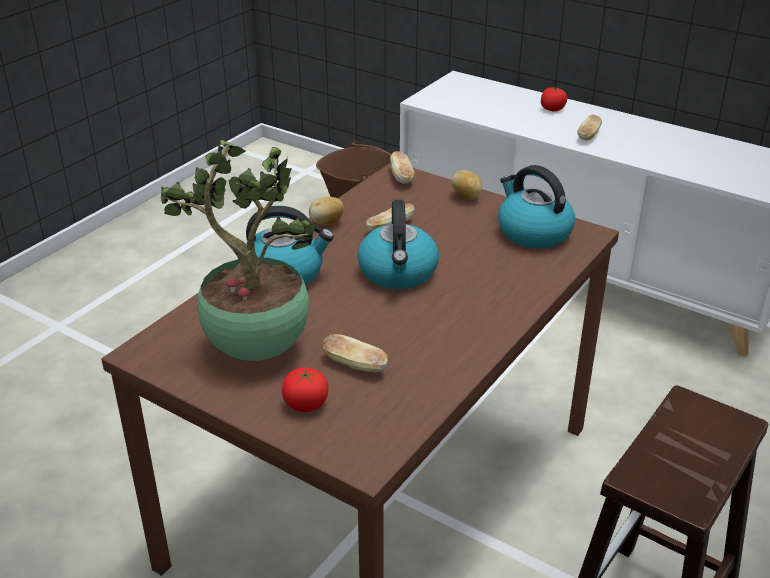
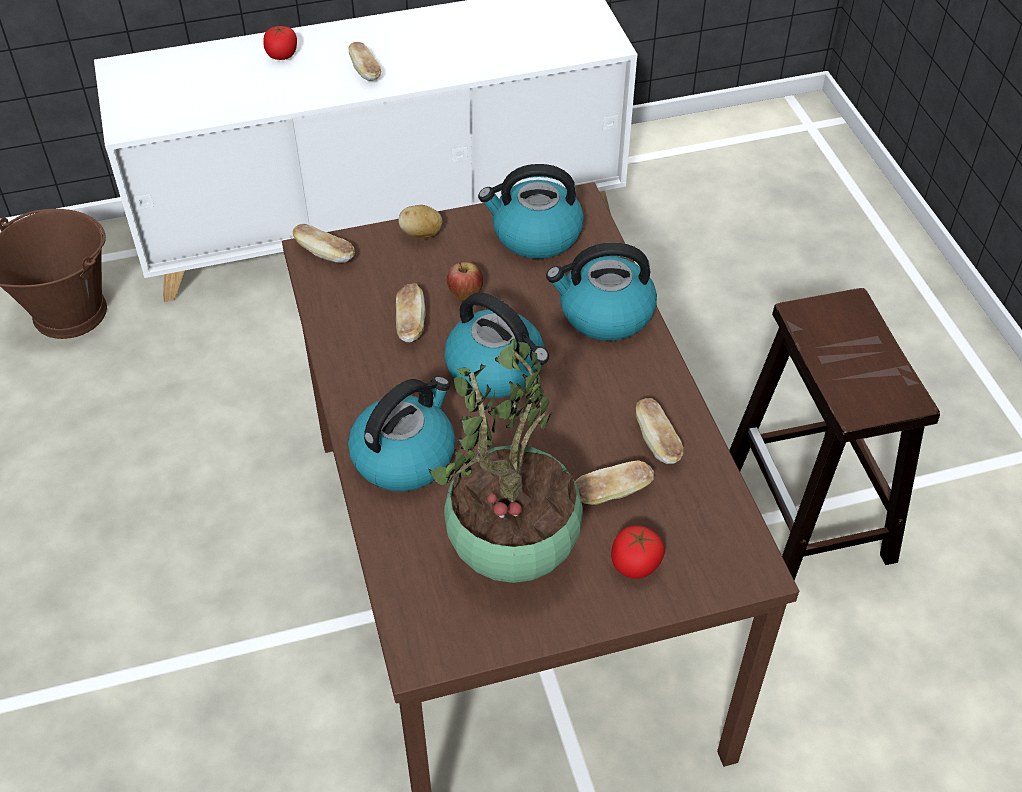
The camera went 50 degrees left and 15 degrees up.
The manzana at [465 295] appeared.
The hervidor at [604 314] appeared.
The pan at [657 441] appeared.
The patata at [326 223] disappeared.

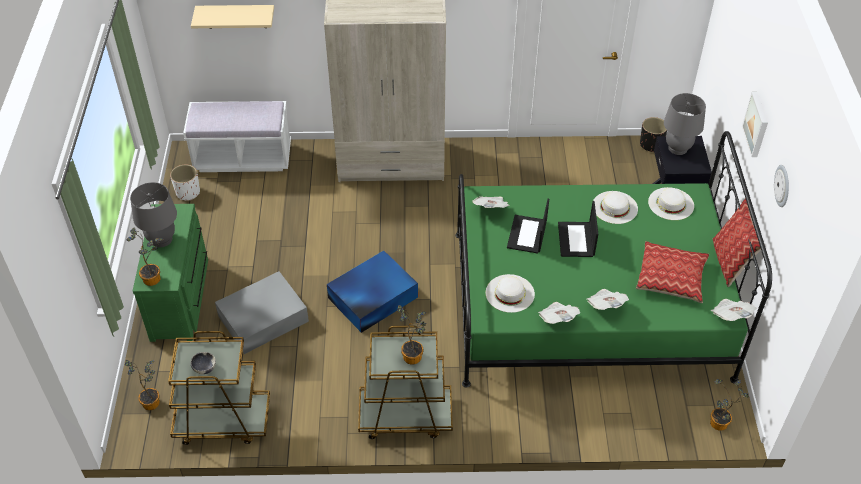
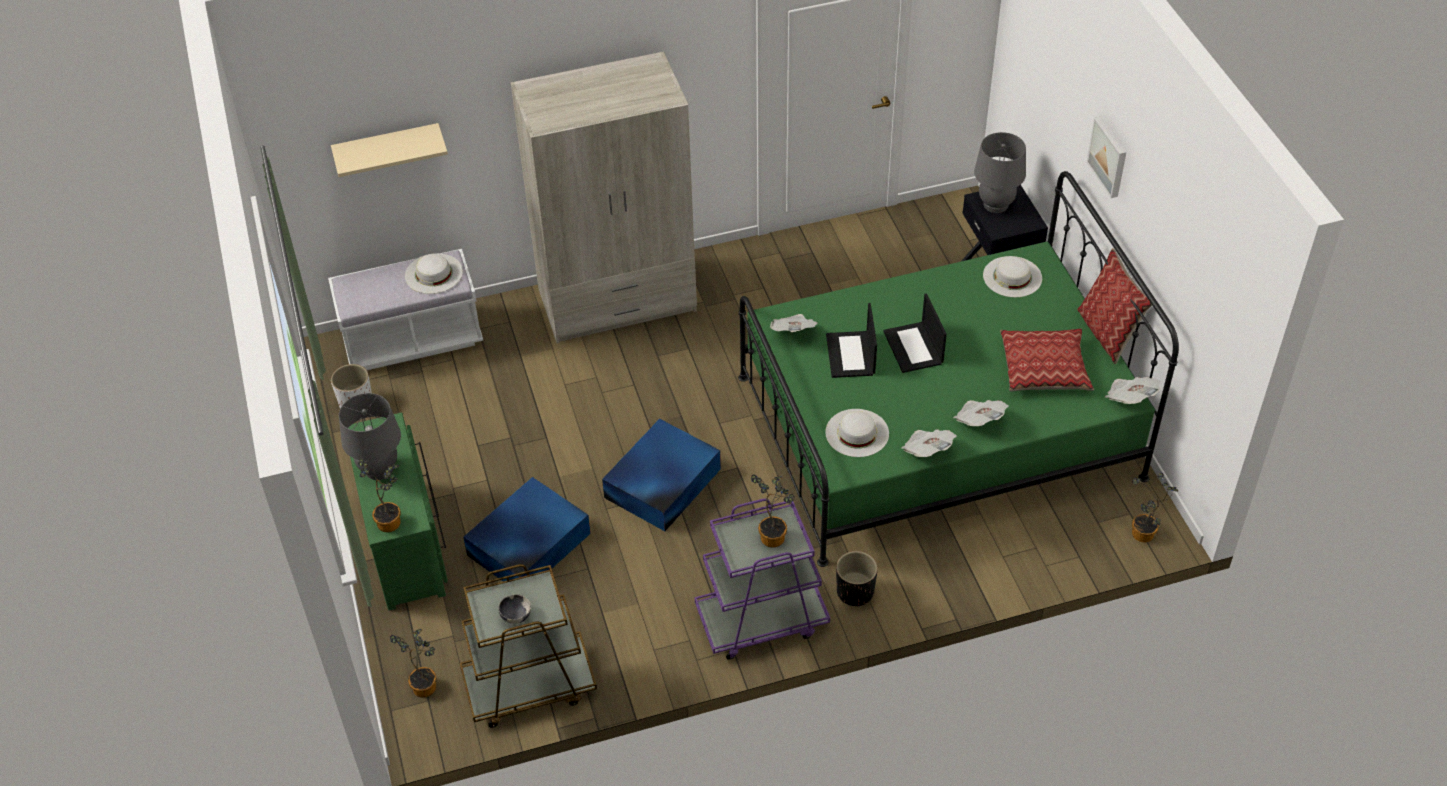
The camera went 15 degrees left and 0 degrees up.
The sombrero (blanco) moved from [614 207] to [433 273].
The caja de almacenaje (gris) at [262 318] became the caja de almacenaje (azul) at [527 545].
The carrito (marrón) at [405 415] became the carrito (morado) at [761 620].
The maceta (negro) moved from [651 144] to [855 592].
The reloj de pared at [782 186] disappeared.

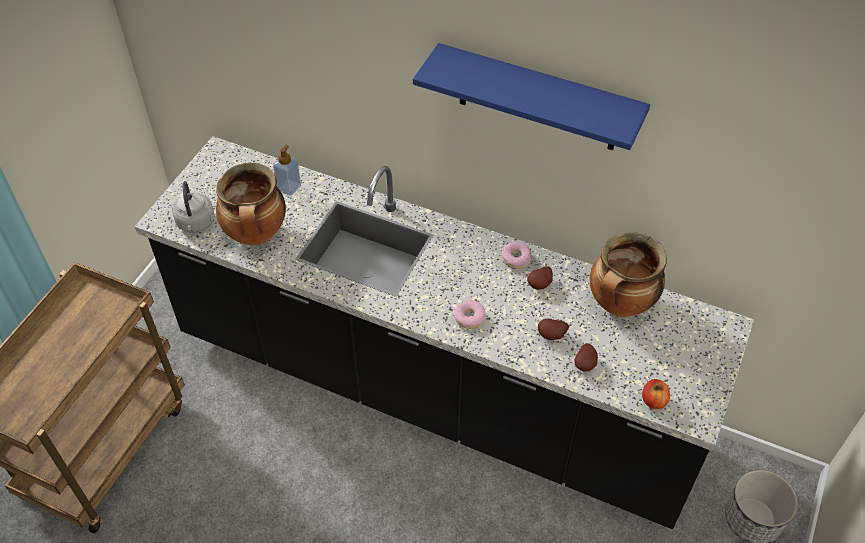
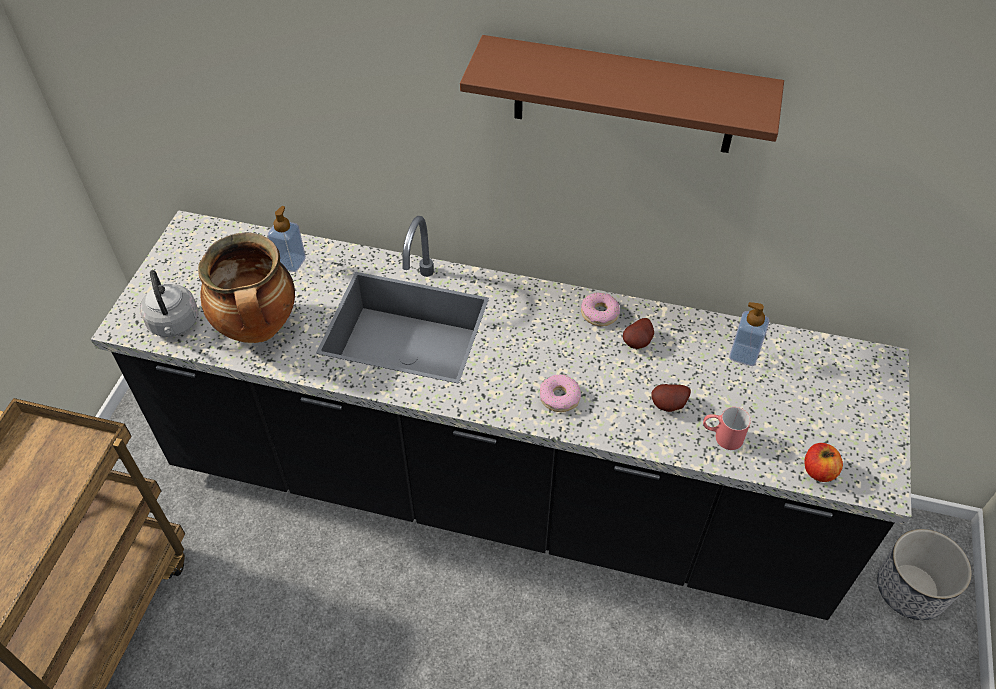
The camera went 10 degrees left and 0 degrees up.
The estante (azul) at [538 99] became the estante (marrón) at [624 96].
The patata at [585 364] was replaced by the taza grande (rojo) at [721 436].
The olla at [620 305] was replaced by the dispensador de jabón at [743 354].

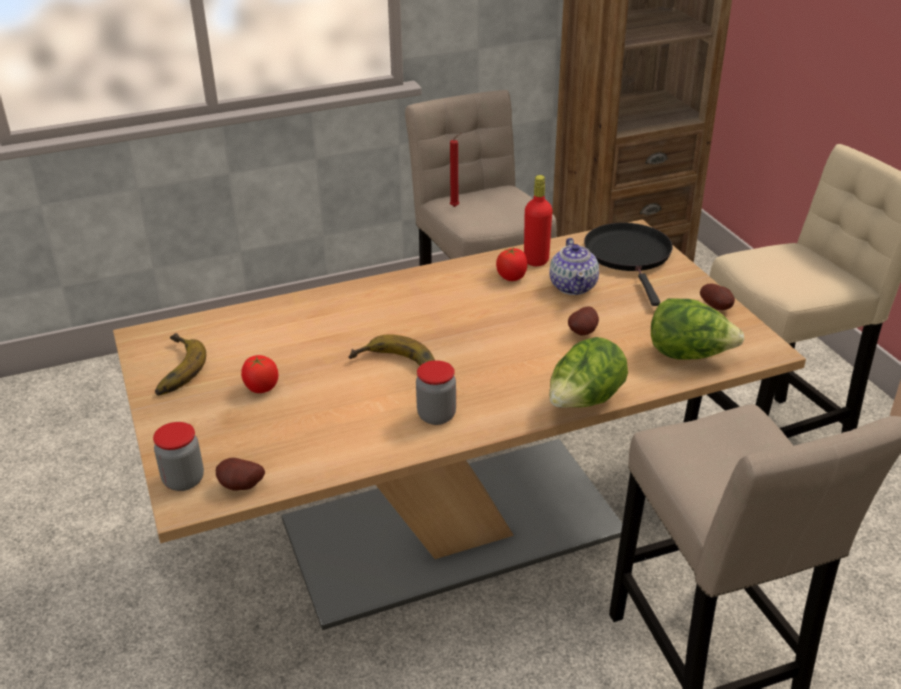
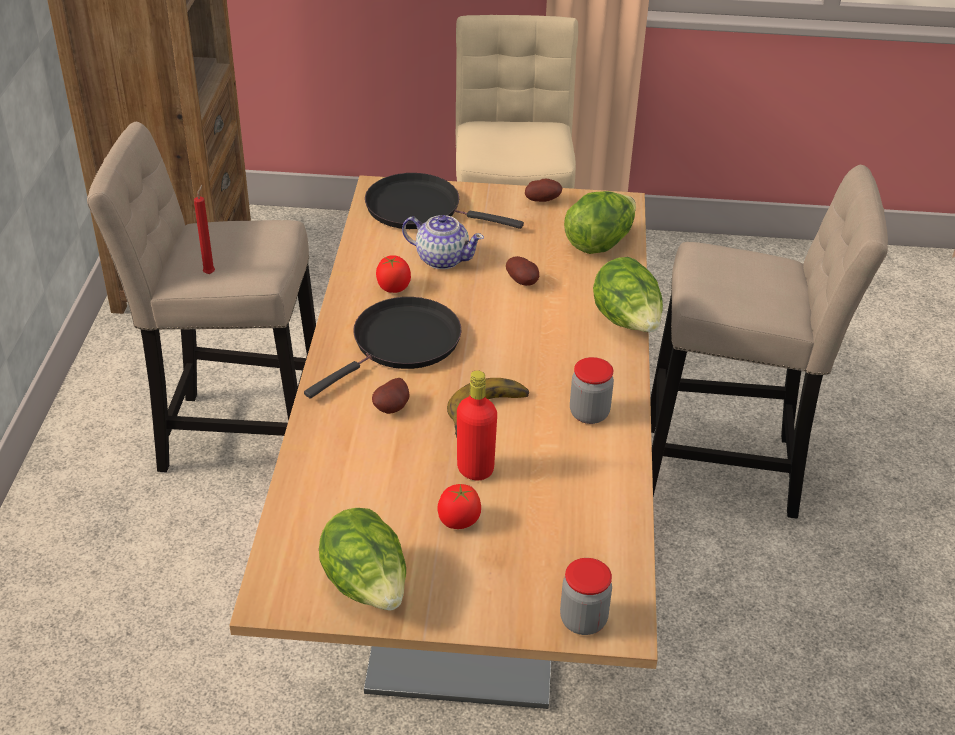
The camera went 65 degrees left and 5 degrees up.
The sartén (negro) at [401 344] appeared.
The plátano at [172 369] was replaced by the lechuga at [367 586].
The patata moved from [241 487] to [393 408].
The botella (rojo) moved from [536 260] to [475 469].

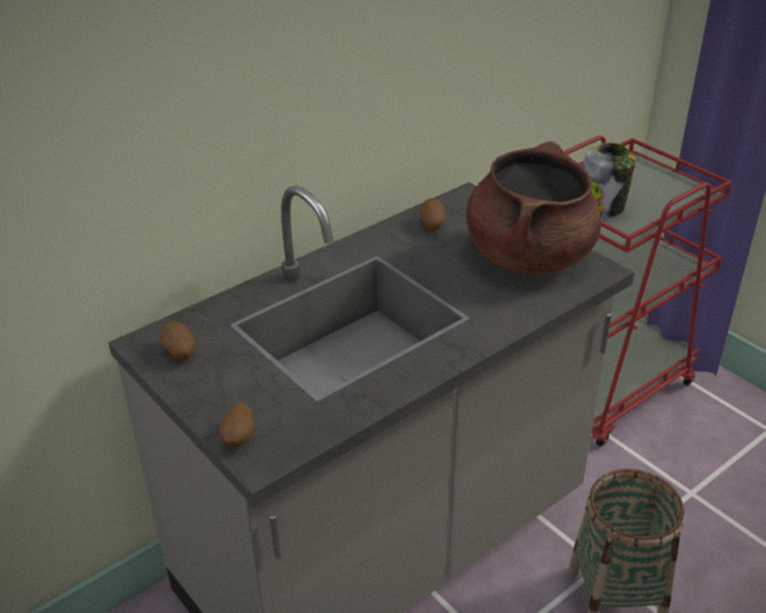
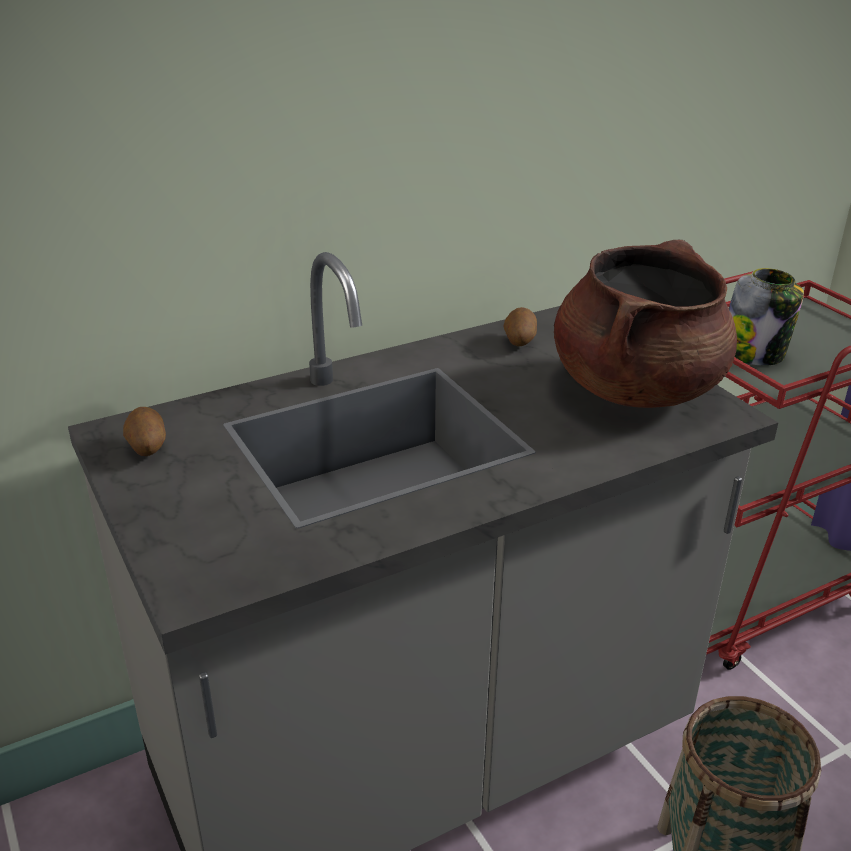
The camera went 10 degrees right and 5 degrees down.
The patata at [239 438] disappeared.

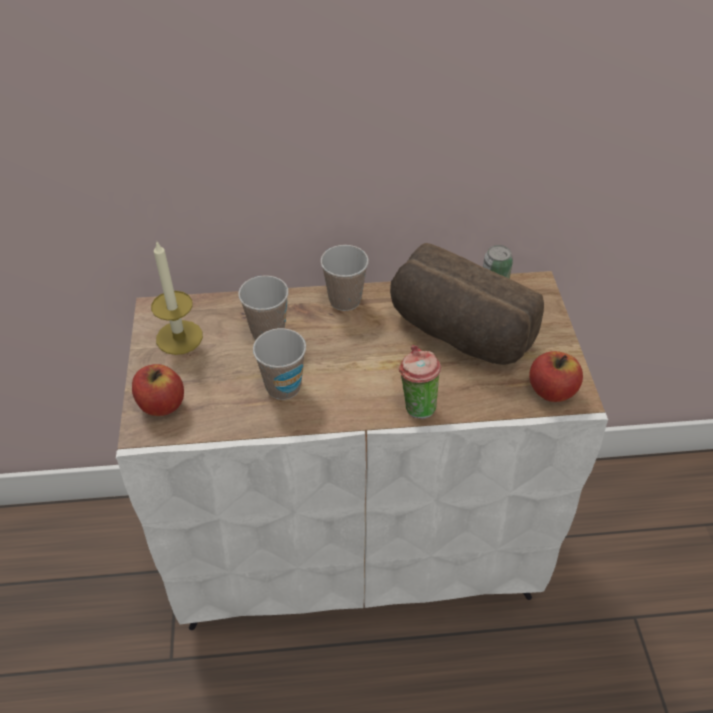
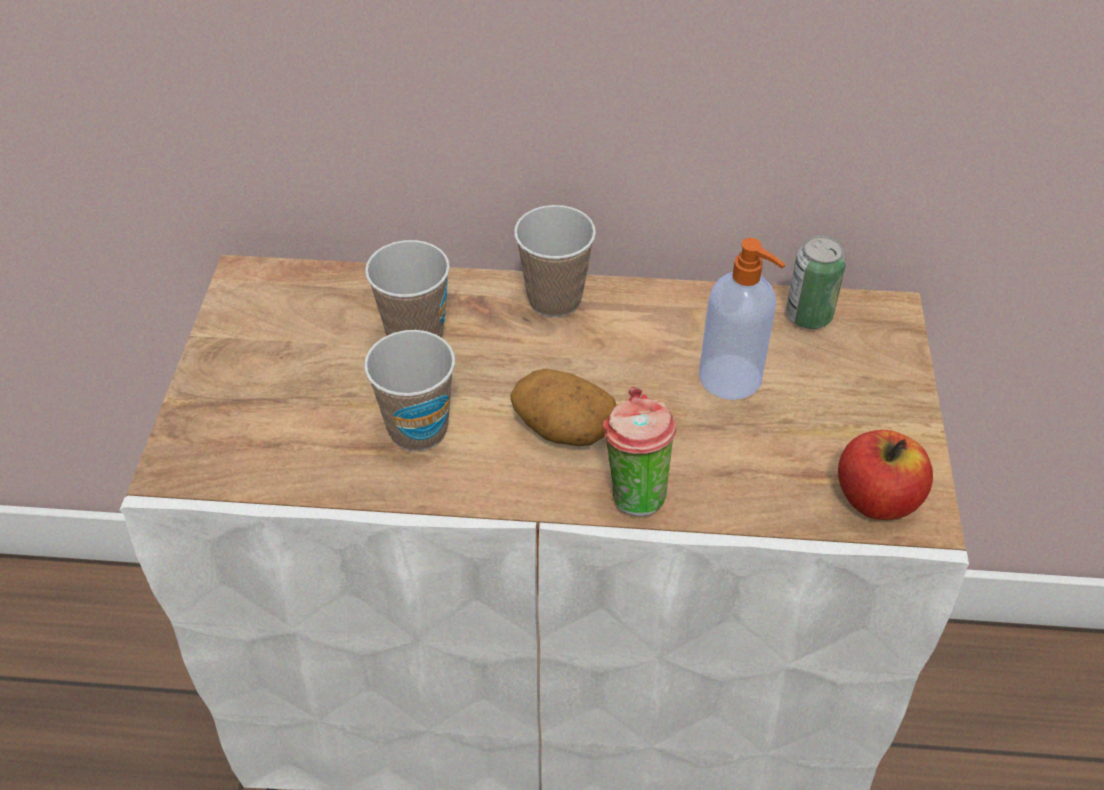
The camera went 10 degrees right and 0 degrees up.
The patata at [562 426] appeared.
The pan at [457 333] was replaced by the dispensador de jabón at [732 379].
The manzana at [161 404] disappeared.
The vela at [179 337] disappeared.

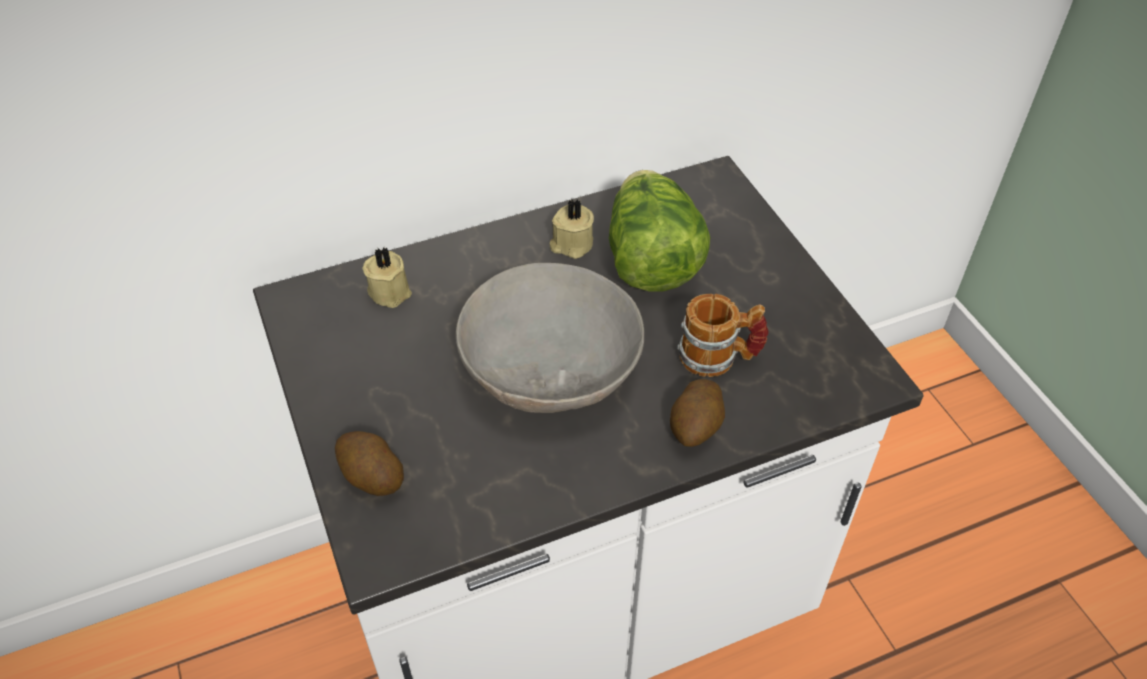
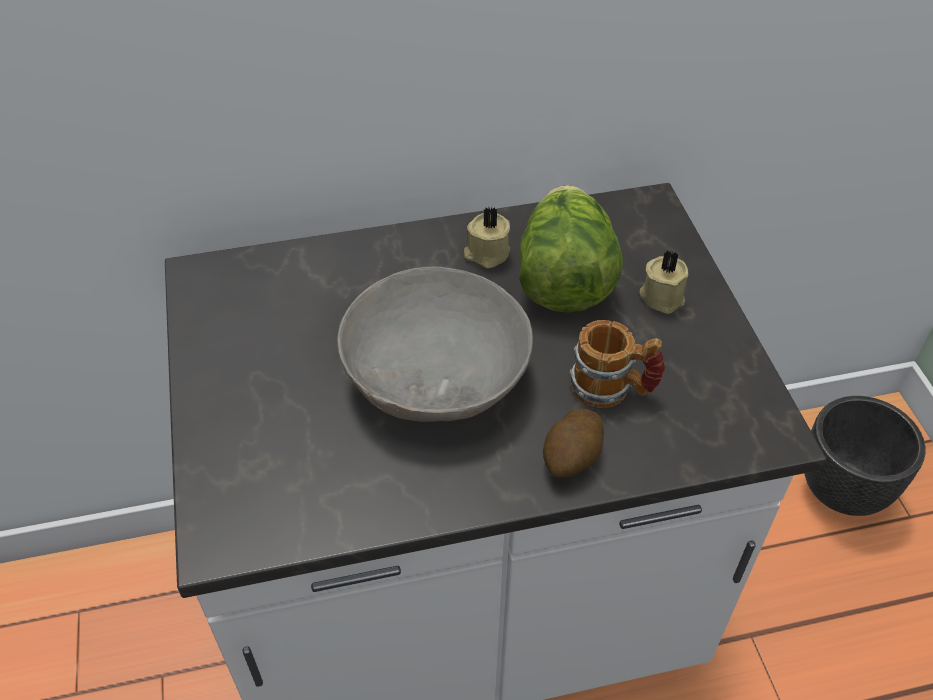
The camera went 10 degrees right and 0 degrees up.
The vela (beis) moved from [390 290] to [662 296].
The maceta (negro) at [842 492] appeared.
The patata at [371 476] disappeared.

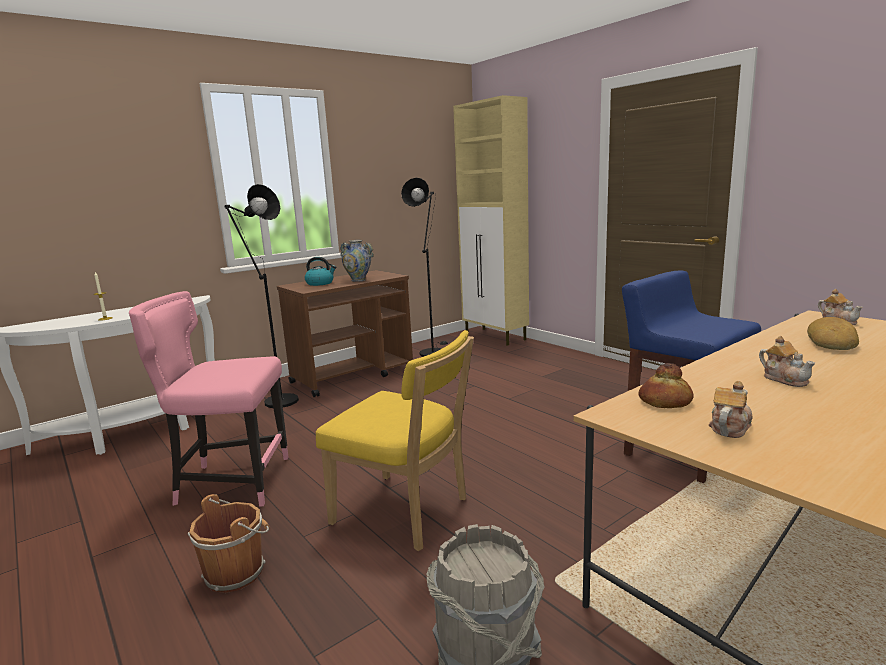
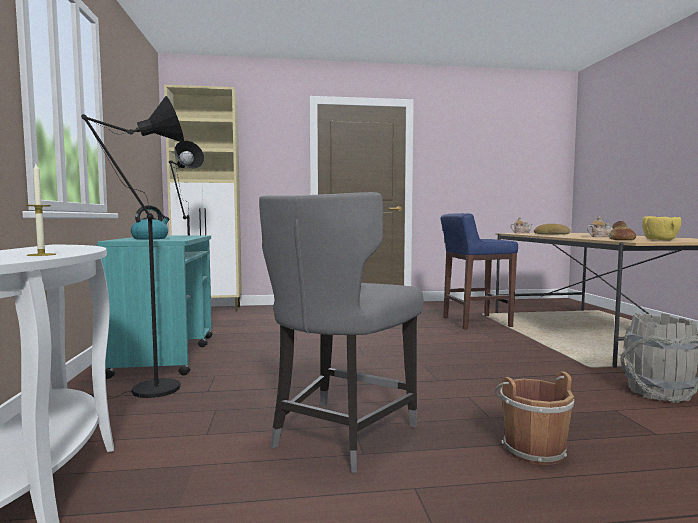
The camera went 60 degrees left and 10 degrees down.
The carrito (marrón) at [353 375] became the carrito (turquesa) at [166 354].
The silla (rosa) at [231 482] became the silla (gris) at [339 435].
The tetera at [729 428] was replaced by the cuenco (amarillo) at [659 240].
The silla (amarillo) at [406 513] disappeared.
The florero at [358 280] disappeared.

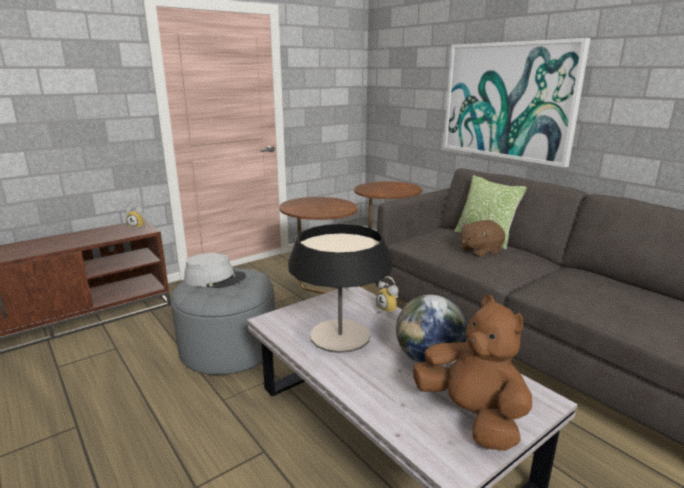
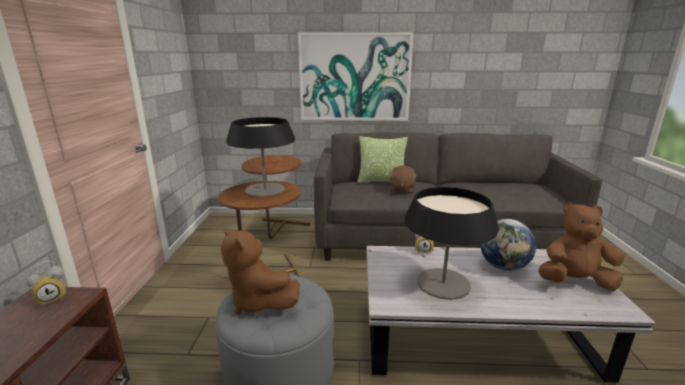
The camera went 50 degrees left and 0 degrees up.
The sombrero (gris) at [215 279] was replaced by the peluche (marrón) at [259 302].
The lámpara de mesa at [265 189] appeared.

